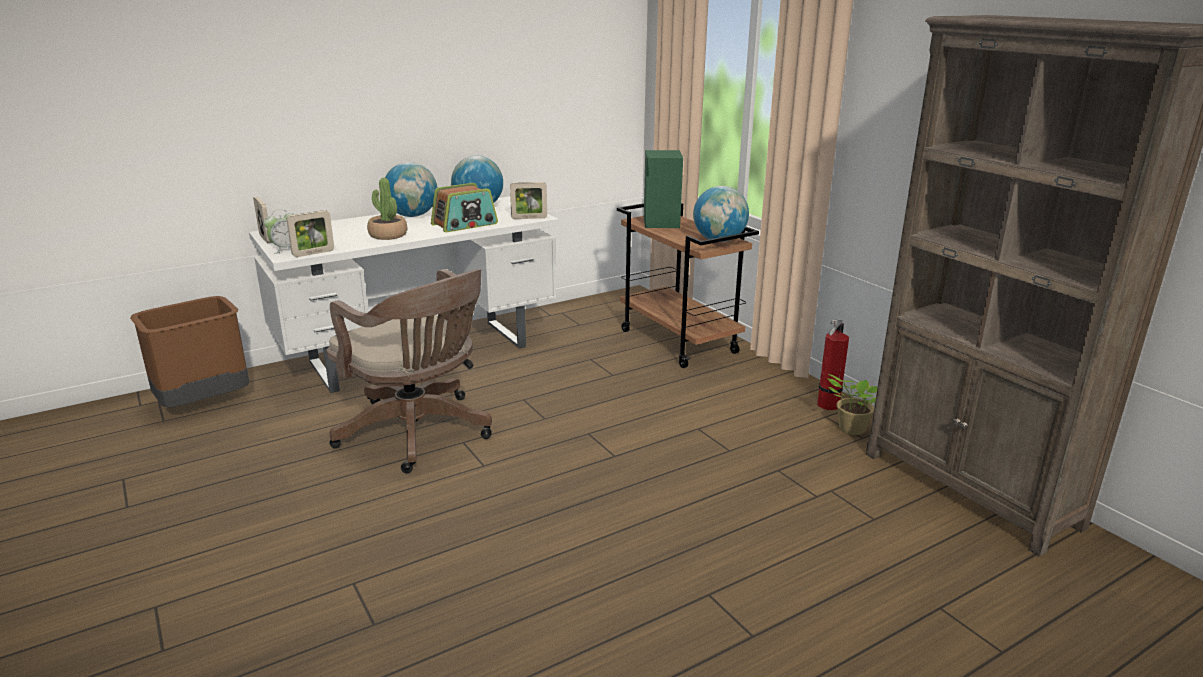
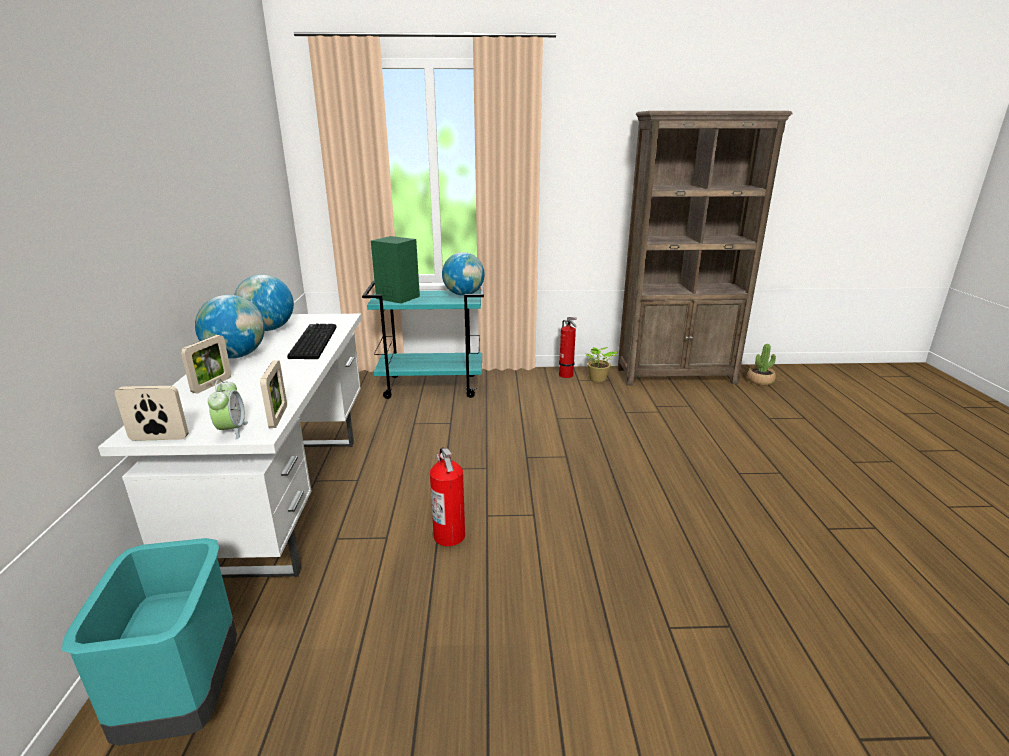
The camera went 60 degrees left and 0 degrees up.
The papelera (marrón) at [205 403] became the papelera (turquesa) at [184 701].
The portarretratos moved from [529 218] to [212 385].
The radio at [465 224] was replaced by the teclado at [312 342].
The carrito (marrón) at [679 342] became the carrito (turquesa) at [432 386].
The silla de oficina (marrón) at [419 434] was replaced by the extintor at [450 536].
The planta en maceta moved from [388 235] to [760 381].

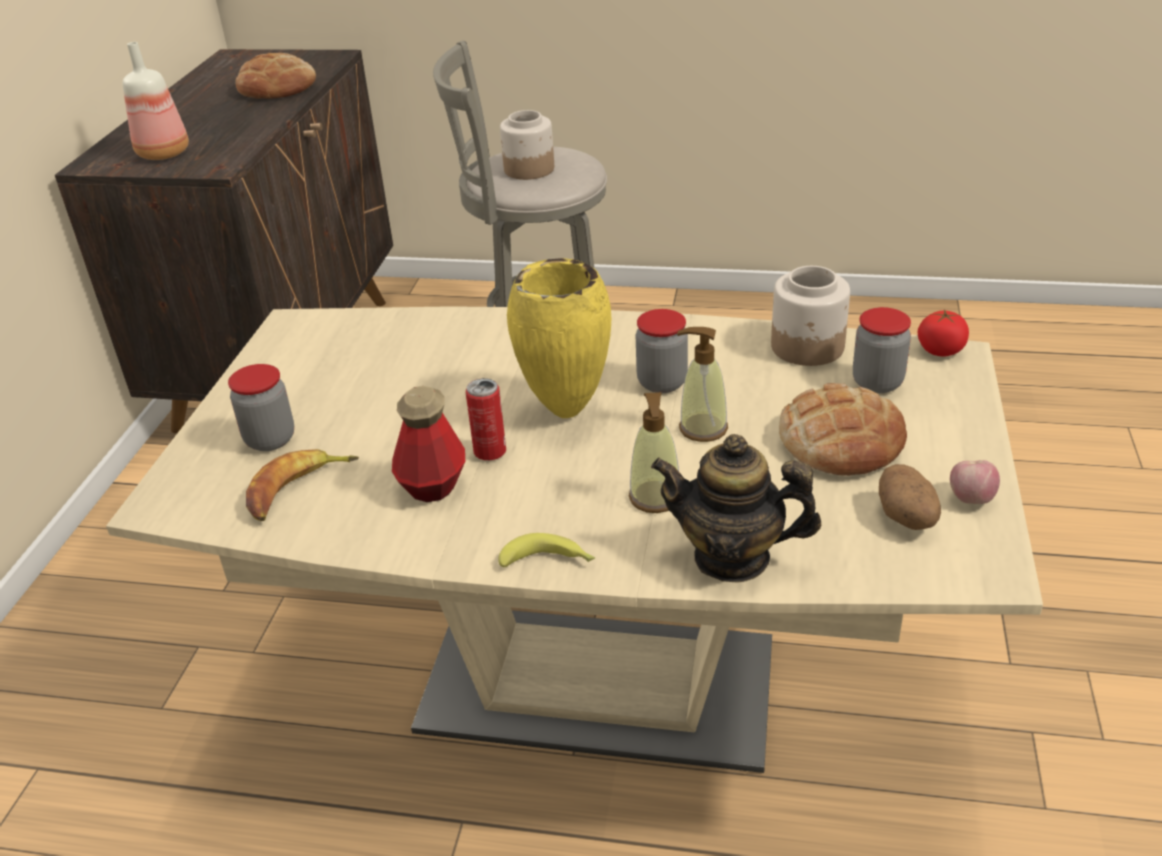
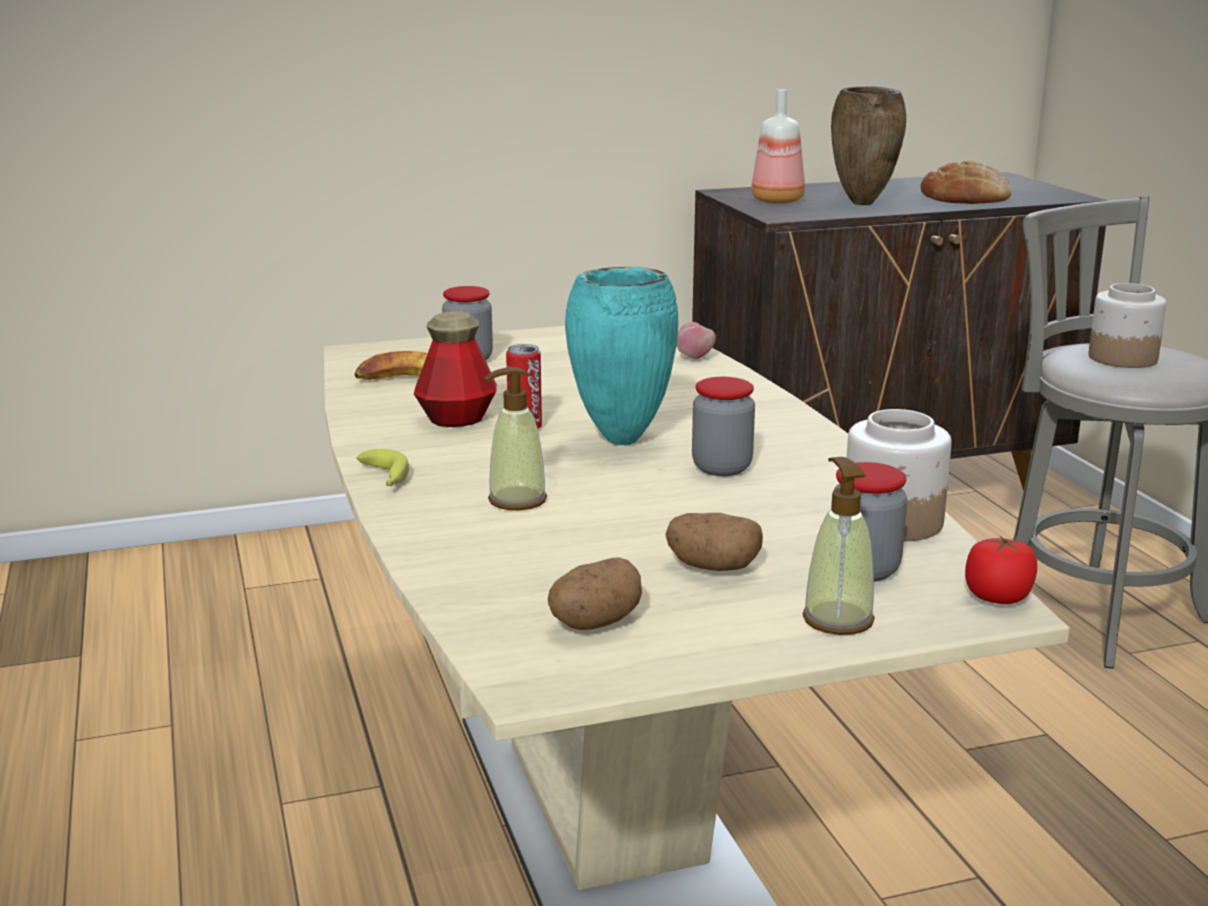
The camera went 60 degrees right and 15 degrees down.
The florero (amarillo) at [564 412] became the florero (turquesa) at [619 440].
The pan at [840 440] was replaced by the patata at [712 567].
The manzana moved from [970 498] to [695 358].
The dispensador de jabón moved from [702 428] to [837 619].
The florero (marrón) at [864 204] appeared.
The tetera at [732 557] disappeared.

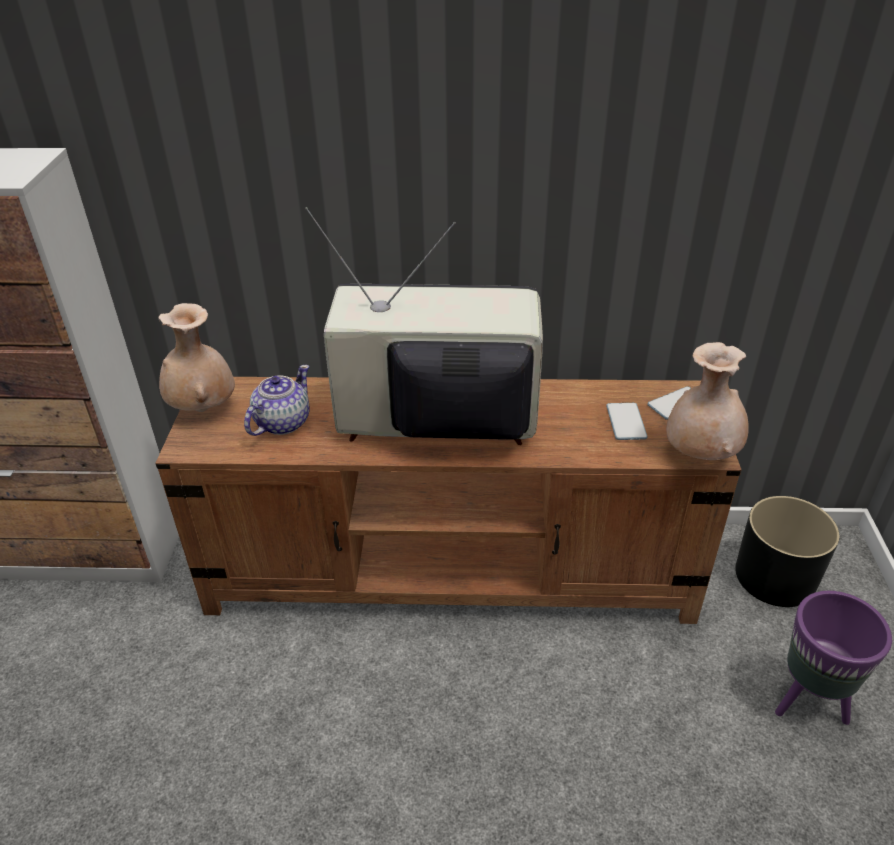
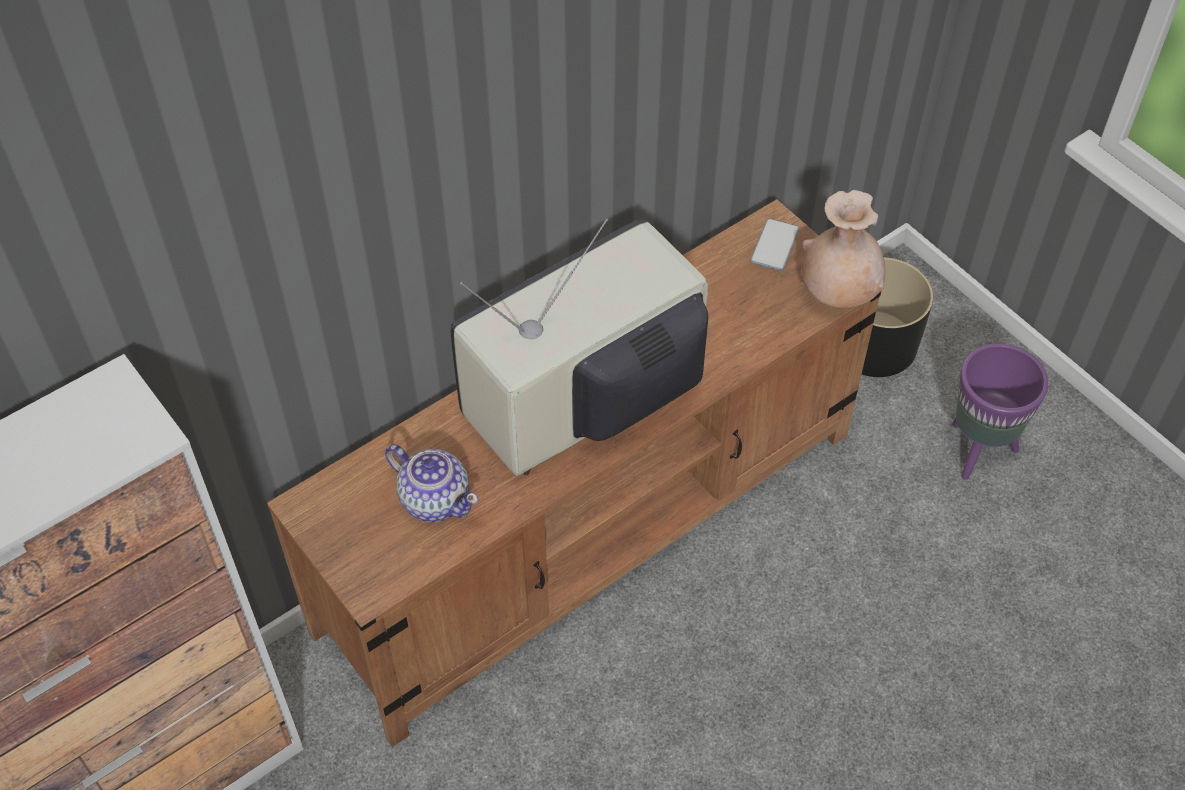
The camera went 40 degrees left and 15 degrees up.
The tetera at [281 423] turned 135 degrees clockwise.
The florero (beis) at [203 408] disappeared.
The móvil at [626 422] disappeared.

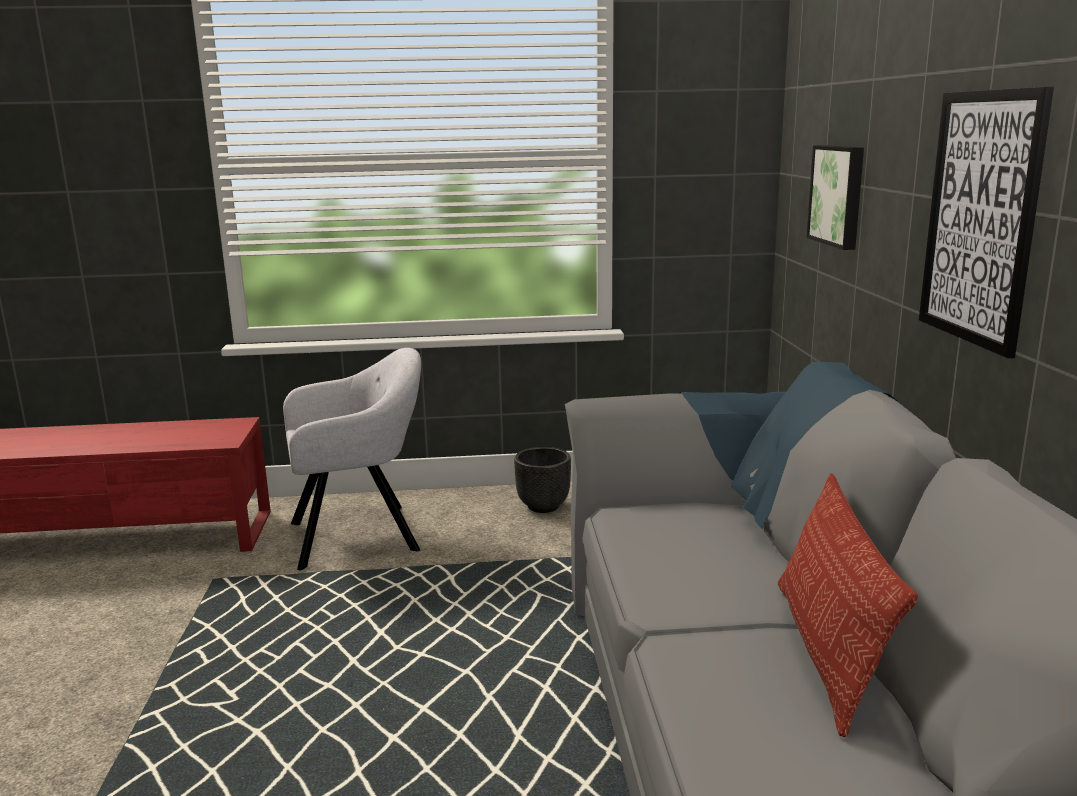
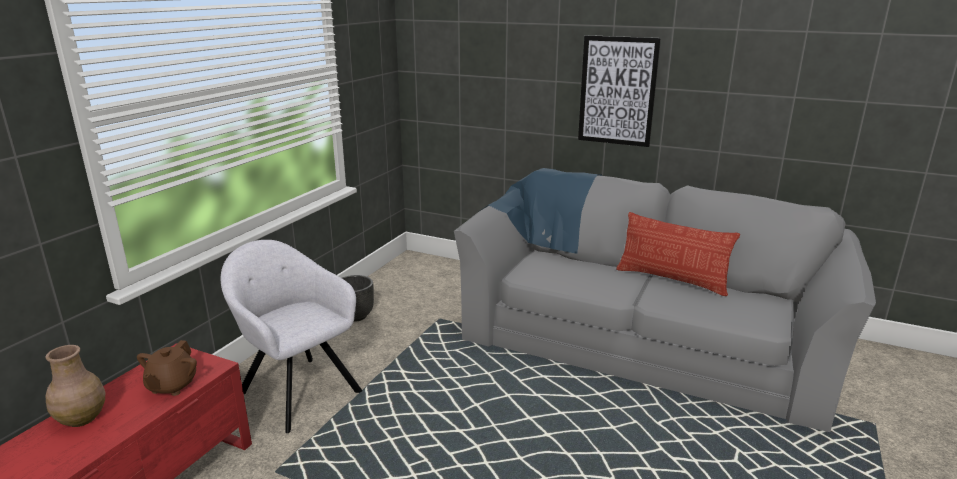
The camera went 60 degrees left and 5 degrees up.
The florero (marrón) at [82 418] appeared.
The tetera (marrón) at [172 386] appeared.
The sillón (gris) at [360 535] turned 60 degrees counterclockwise.
The cuadro at [839 195] disappeared.

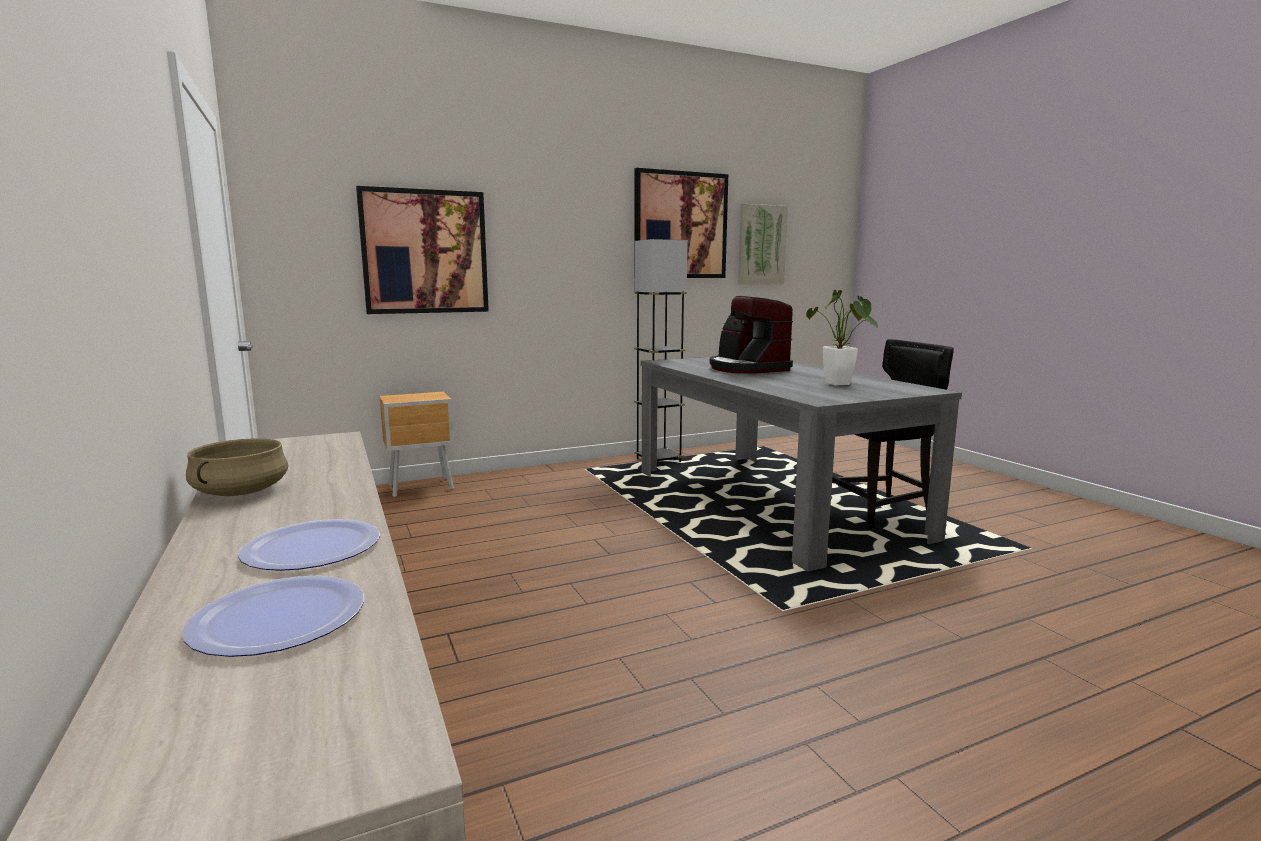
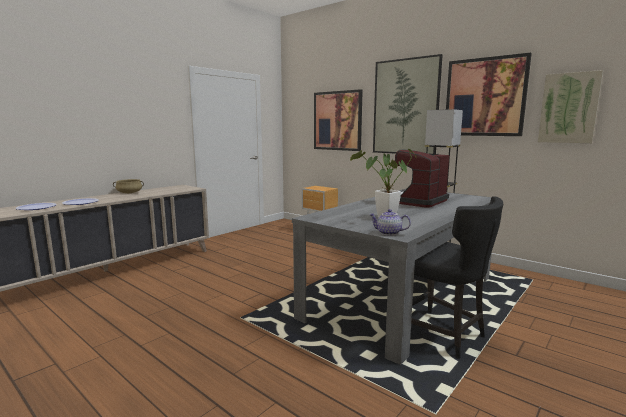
The camera went 65 degrees right and 0 degrees up.
The tetera at [388 233] appeared.
The cuadro at [405 107] appeared.

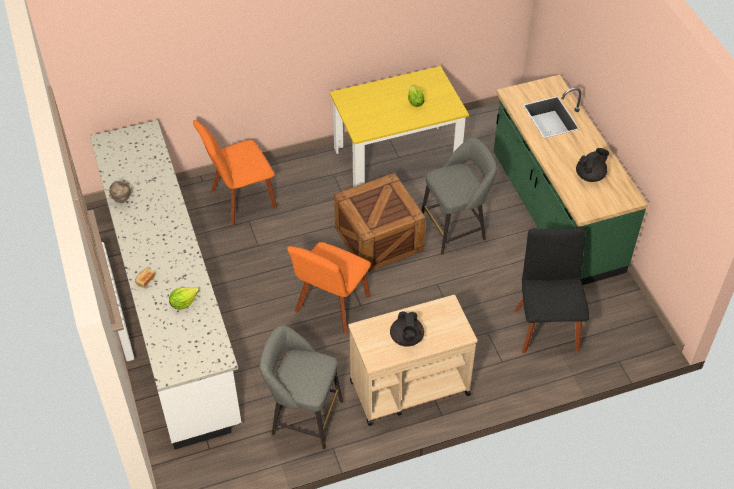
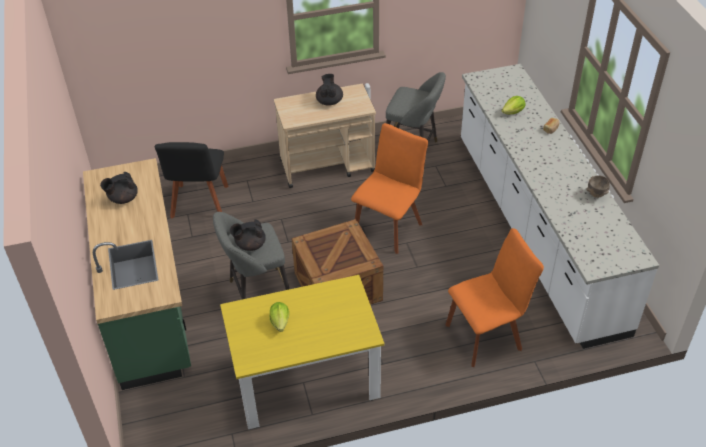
The camera went 175 degrees left and 5 degrees down.
The tetera (negro) at [250 245] appeared.

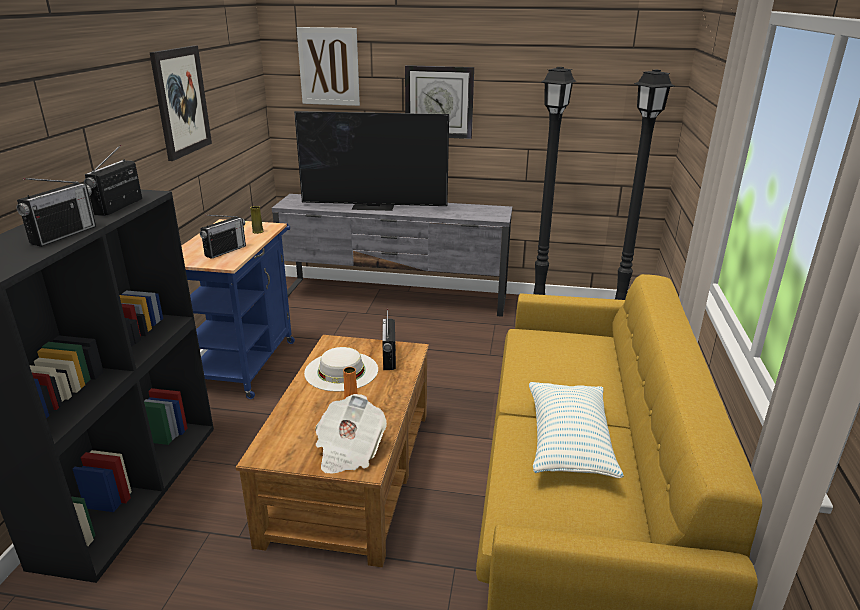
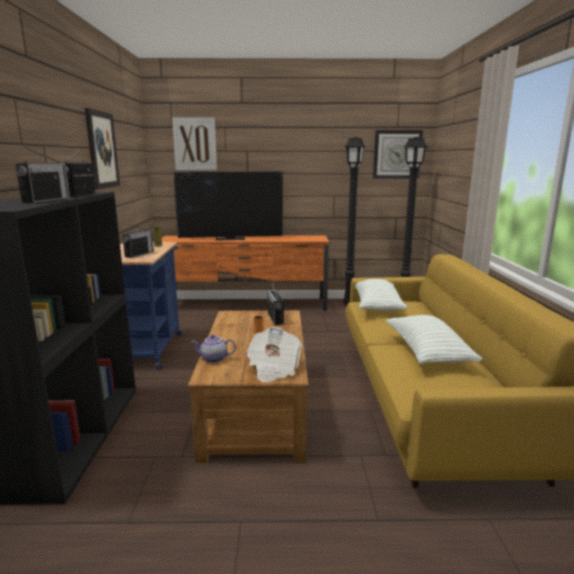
The camera went 10 degrees left and 10 degrees down.
The mueble de televisión (gris) at [395 297] became the mueble de televisión (naranja) at [246 305].
The tetera at [214 359] appeared.
The cojín at [377 306] appeared.
The reloj de pared moved from [439 102] to [397 154].
The sombrero (blanco) at [341 371] disappeared.

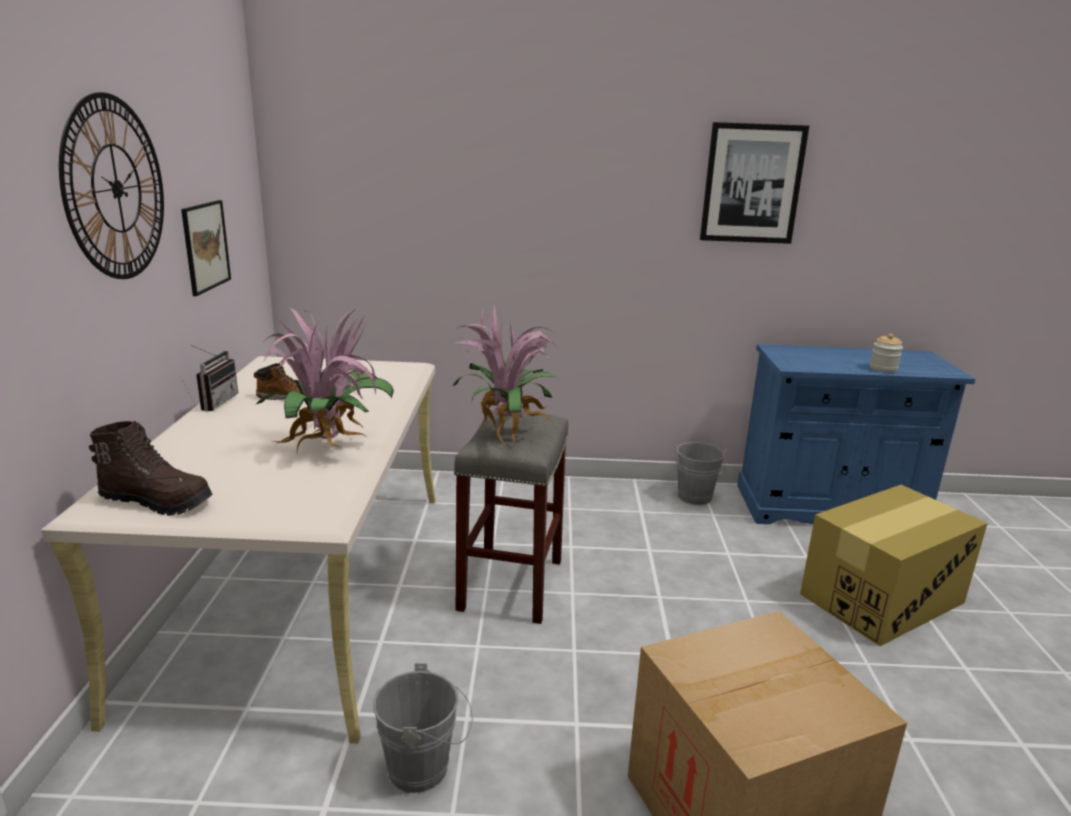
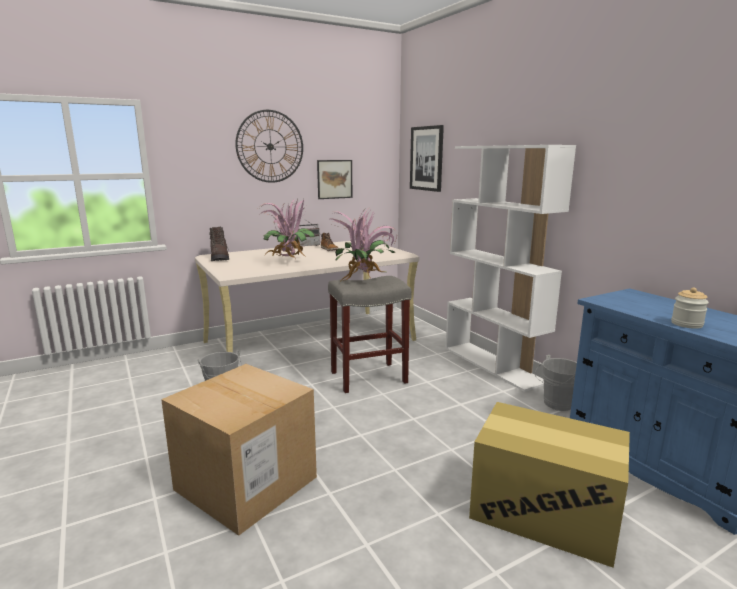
The camera went 60 degrees right and 5 degrees down.
The cuadro moved from [752 184] to [426 158].
The estantería (blanco) at [494 365] appeared.

